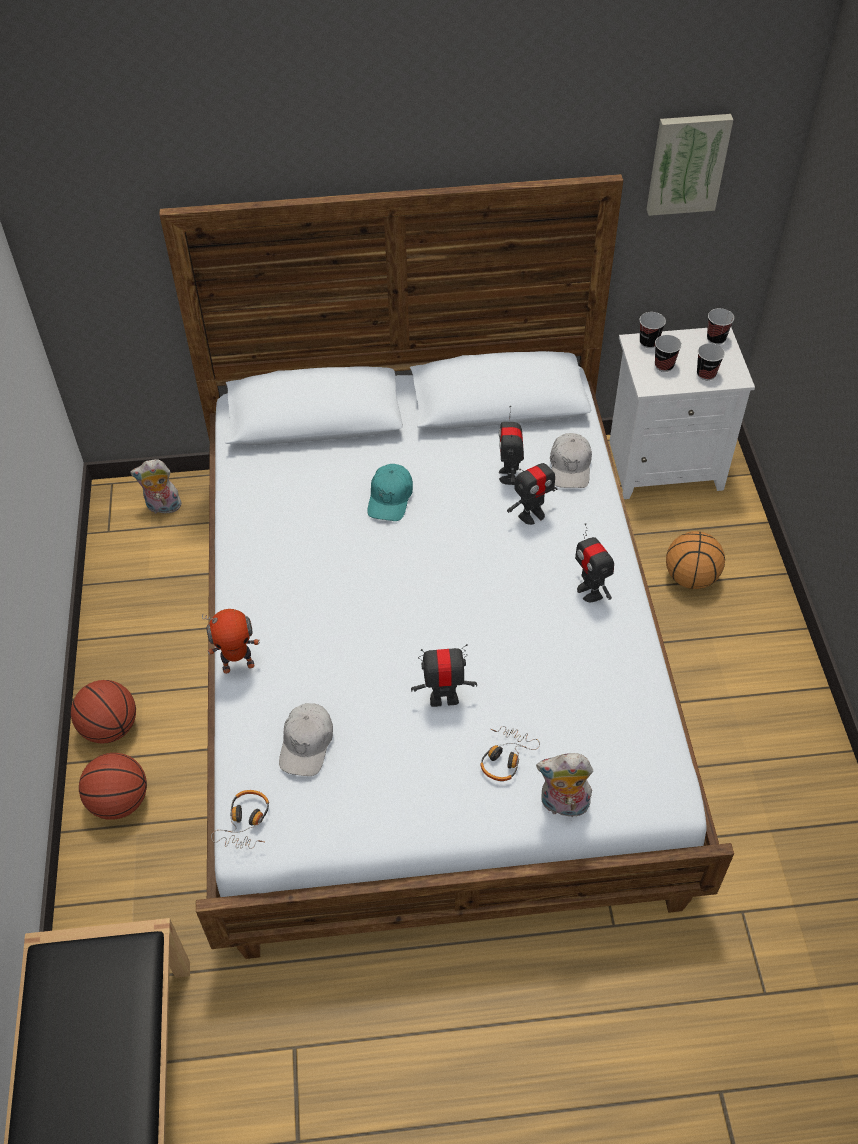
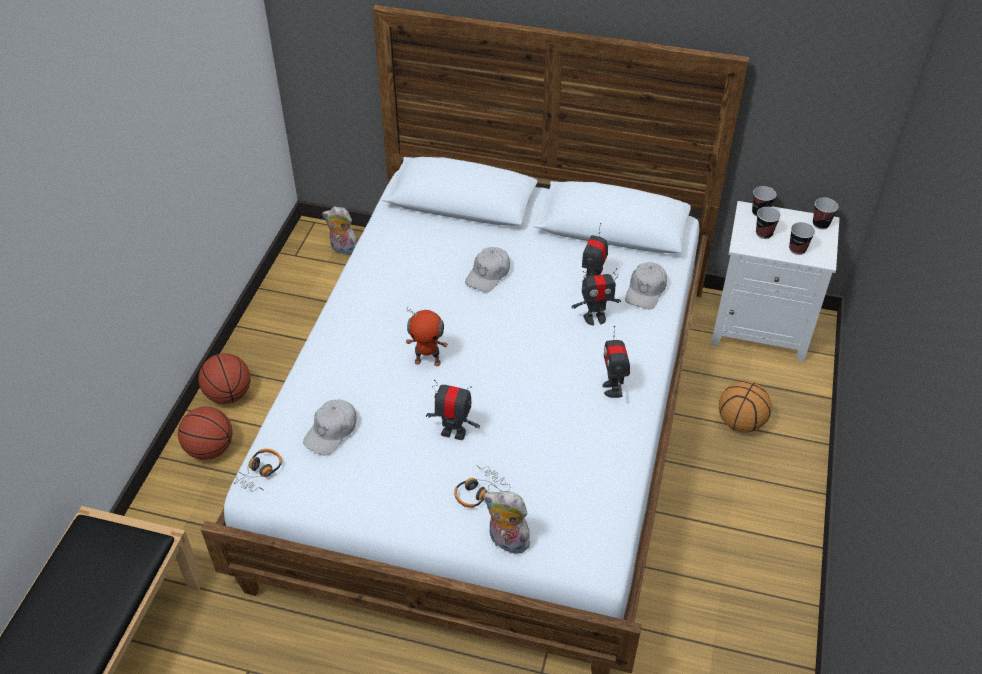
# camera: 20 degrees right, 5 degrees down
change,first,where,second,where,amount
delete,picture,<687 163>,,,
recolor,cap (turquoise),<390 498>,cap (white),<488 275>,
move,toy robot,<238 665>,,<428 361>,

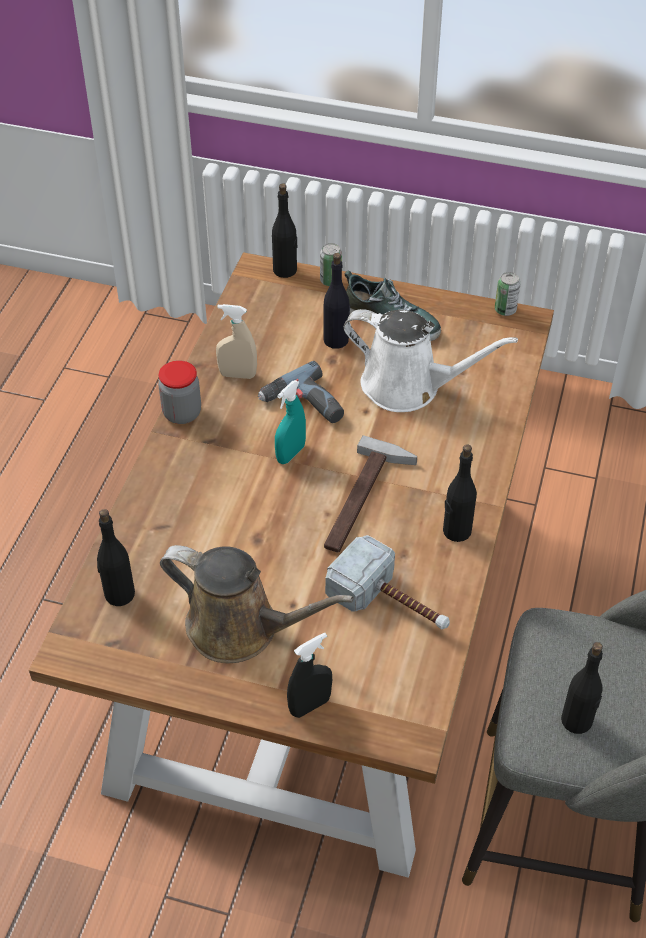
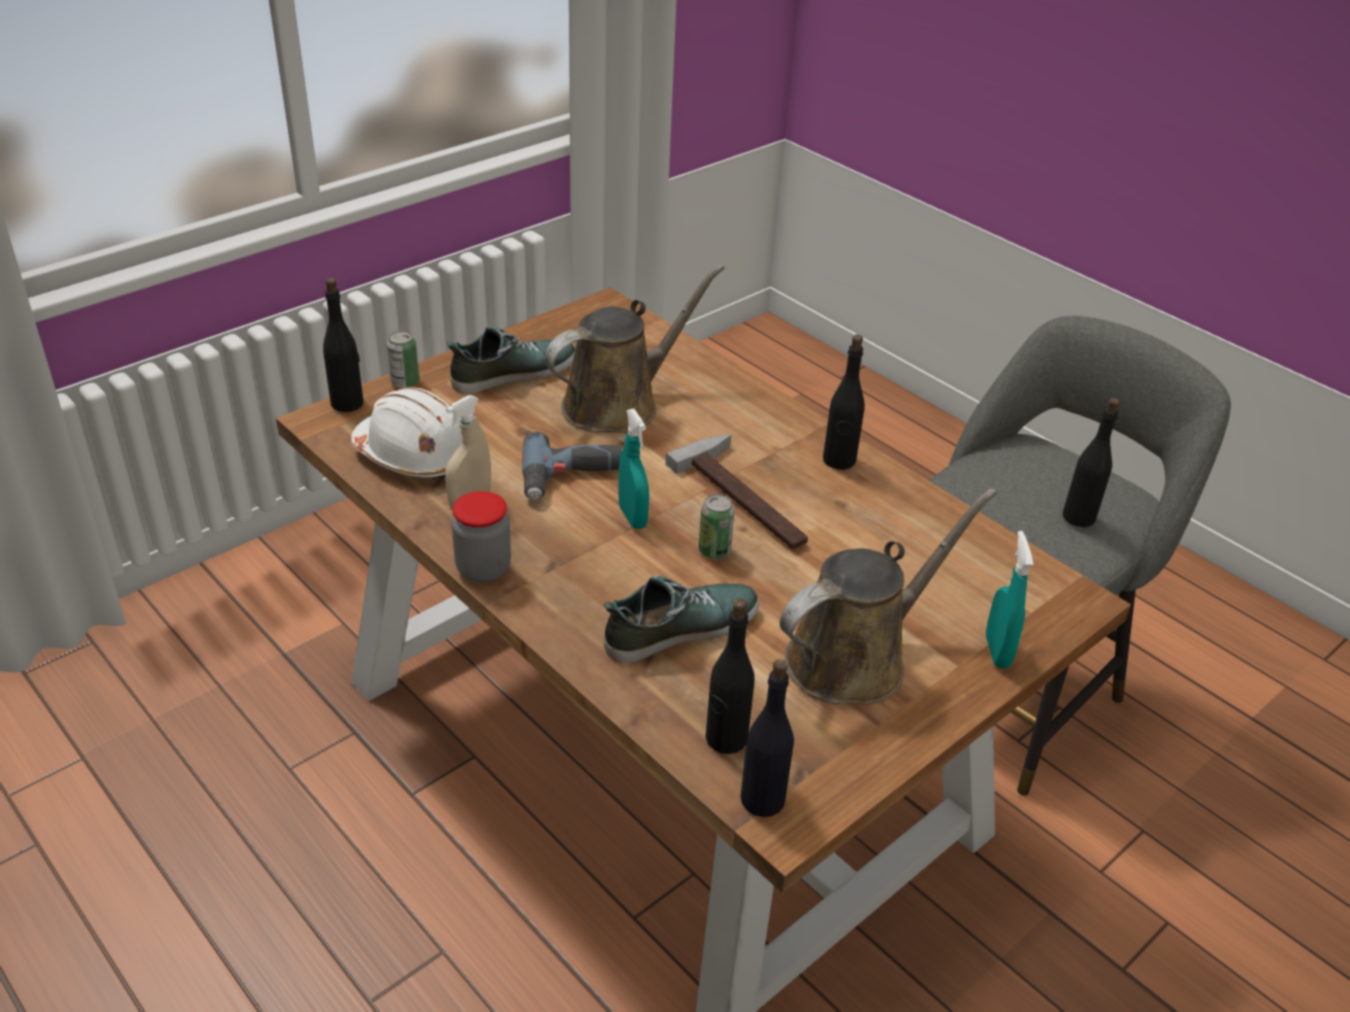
# camera: 60 degrees left, 10 degrees down
change,first,where,second,where,amount
move,bottle (black),<336 340>,,<763 799>,
move,can,<505 310>,,<714 551>,
recolor,watering can (white),<408 386>,watering can (brown),<618 404>,
delete,hammer,<391 604>,,,
recolor,spray bottle (black),<310 705>,spray bottle (turquoise),<997 651>,
insert,,,hard hat (white),<415 455>,
insert,,,shoe,<680 628>,

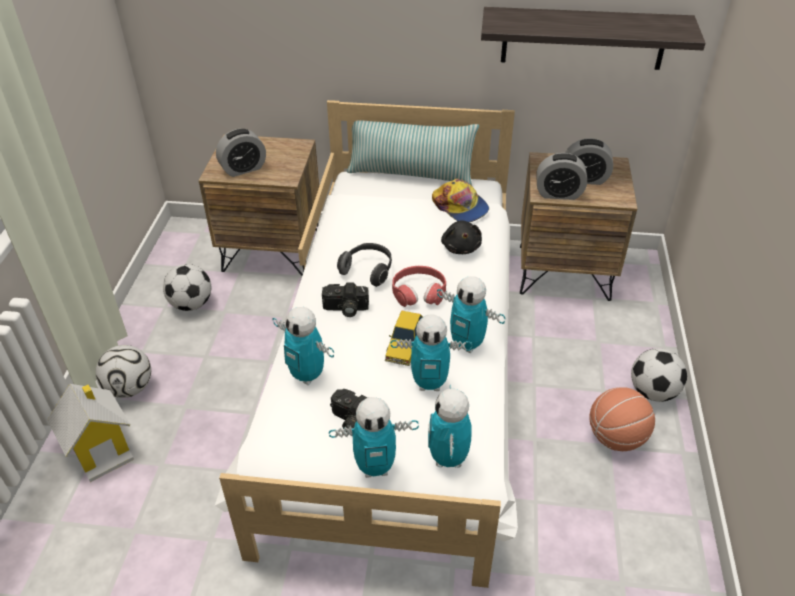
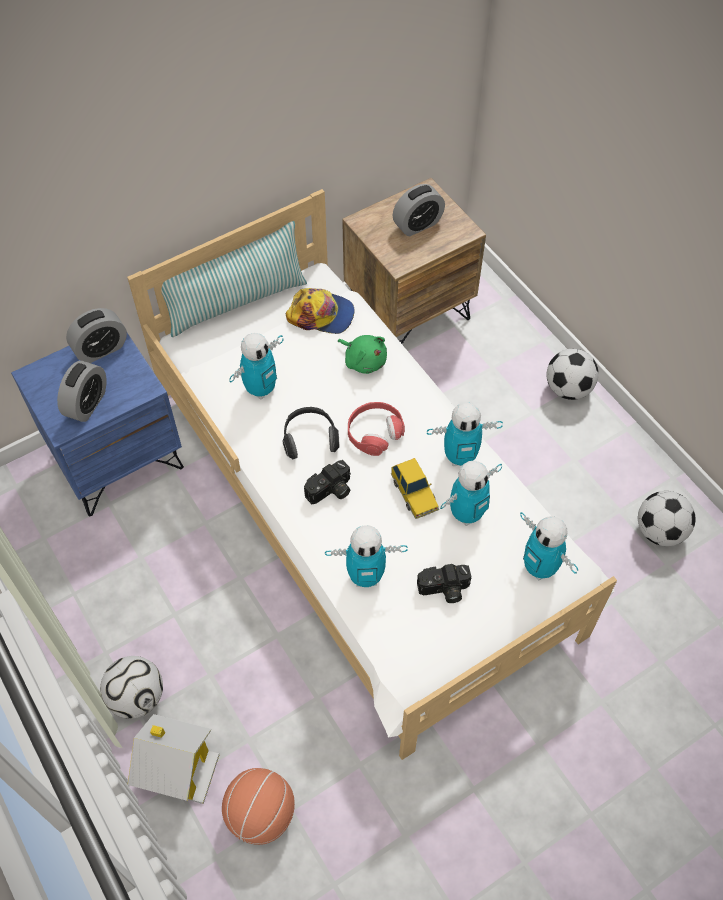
# camera: 40 degrees left, 15 degrees up
change,first,where,second,where,amount
delete,shelf,<583 38>,,,
recolor,nightstand (brown),<273 251>,nightstand (blue),<117 459>,
move,alarm clock,<558 194>,,<101 349>,
recolor,plush toy (black),<461 247>,plush toy (green),<364 361>,
move,football,<191 304>,,<659 531>,
move,basketball,<616 437>,,<261 813>,
move,toy robot,<375 467>,,<261 389>,

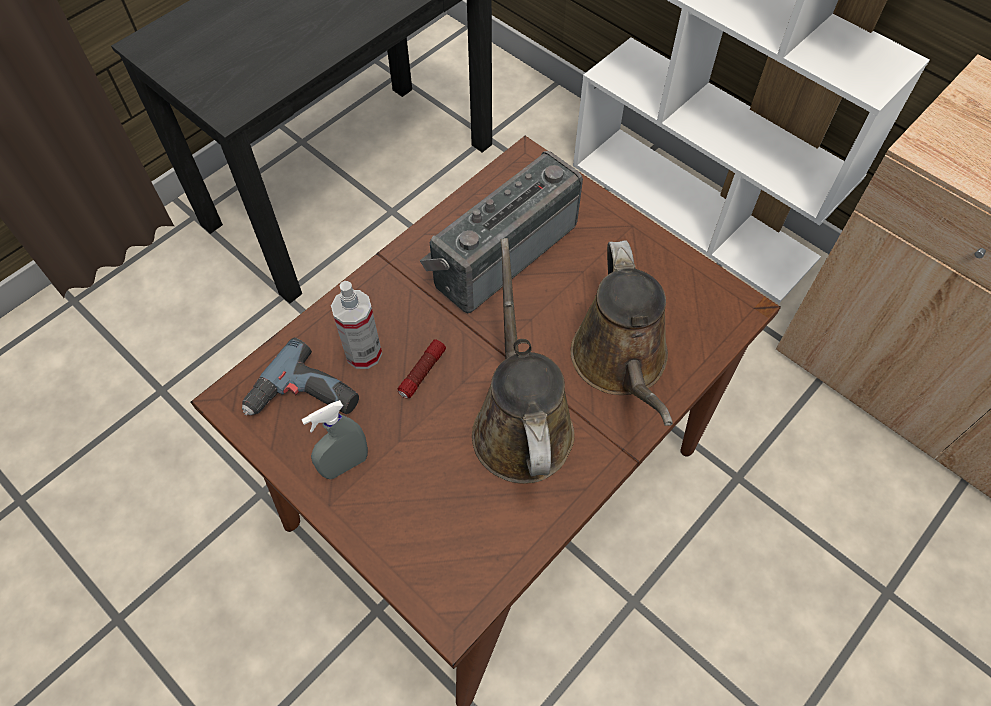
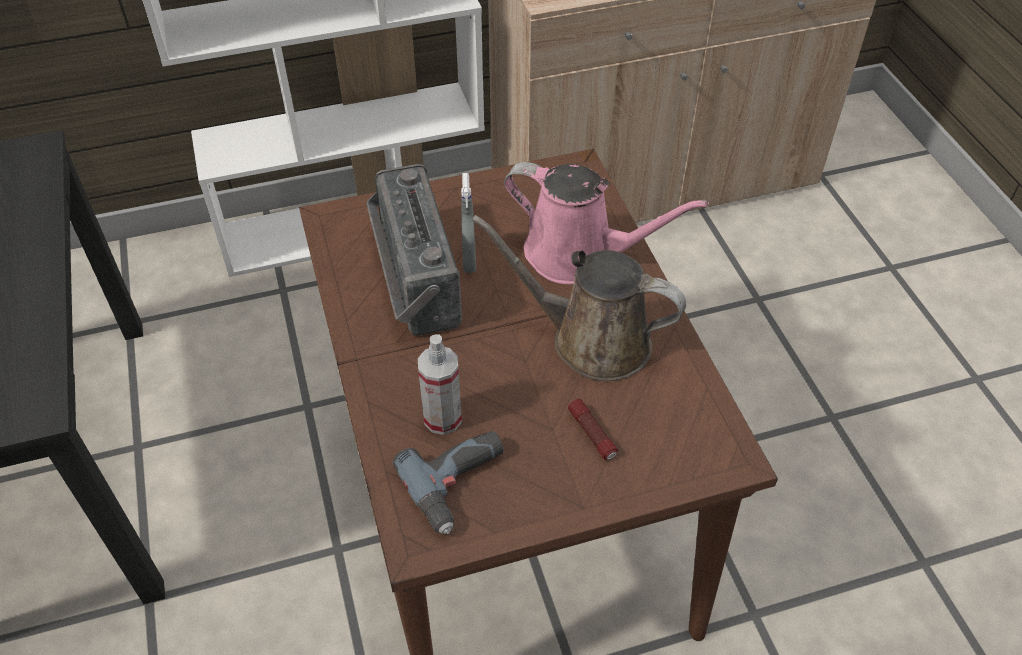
# camera: 60 degrees left, 10 degrees down
change,first,where,second,where,amount
recolor,watering can (brown),<621 363>,watering can (pink),<578 255>,
move,flashlight,<422 373>,,<592 434>,
move,spray bottle (grey),<345 465>,,<469 260>,

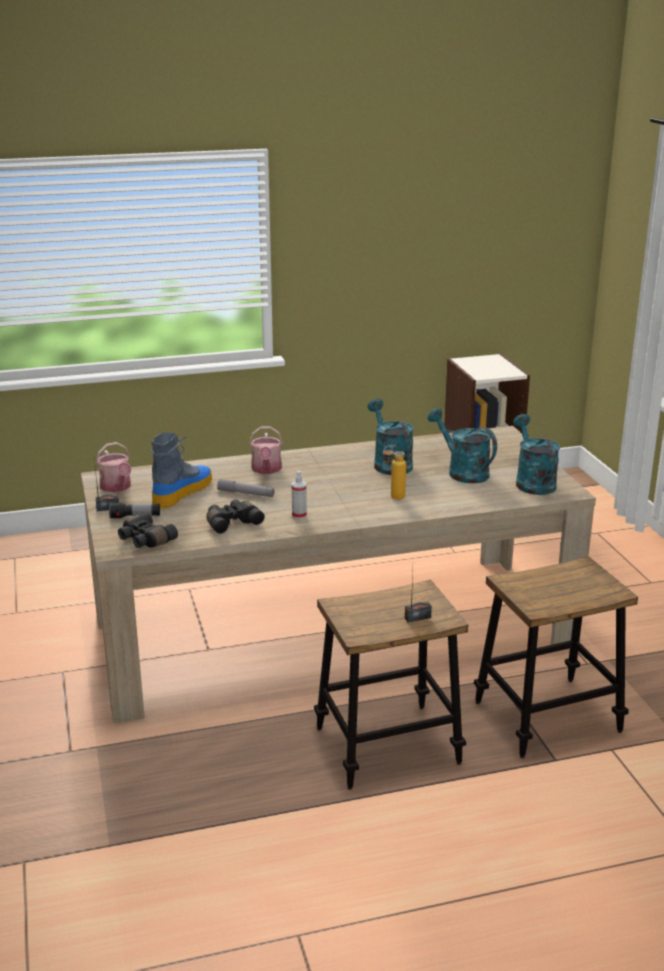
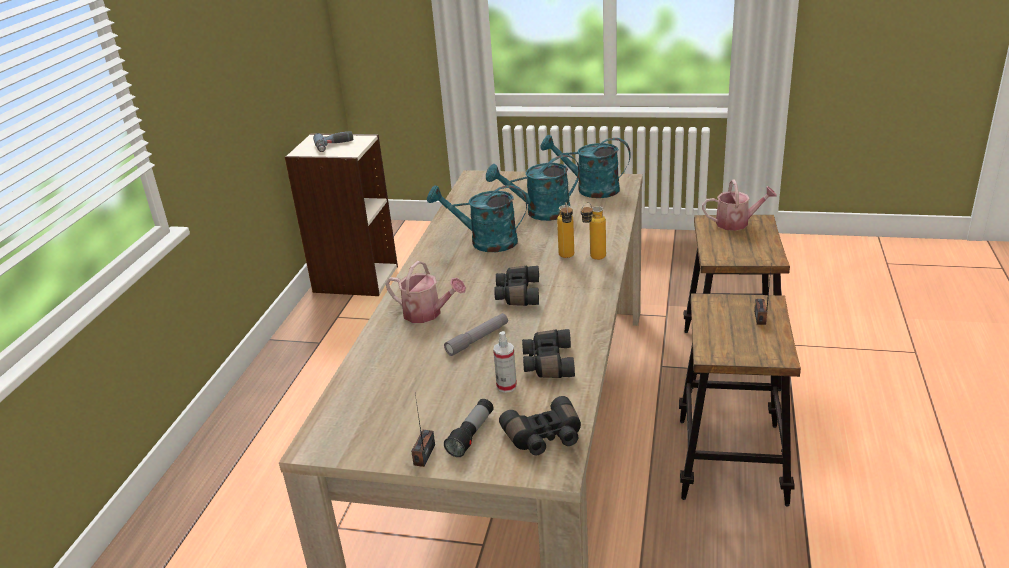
# camera: 60 degrees left, 5 degrees up
change,first,where,second,where,amount
delete,boot,<182 492>,,,
move,watering can,<117 487>,,<737 223>,
move,spray bottle,<299 515>,,<506 386>,
insert,,,power drill,<335 145>,
insert,,,bottle,<593 259>,
insert,,,binoculars (black),<517 294>,

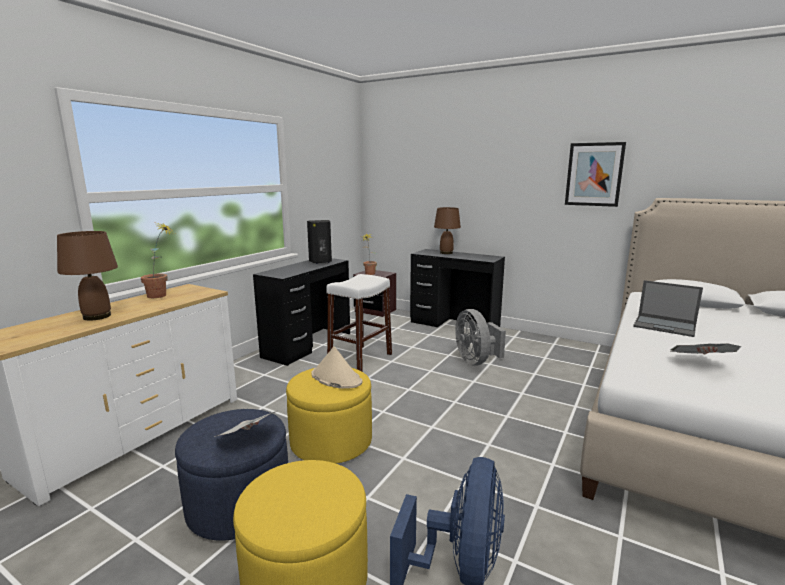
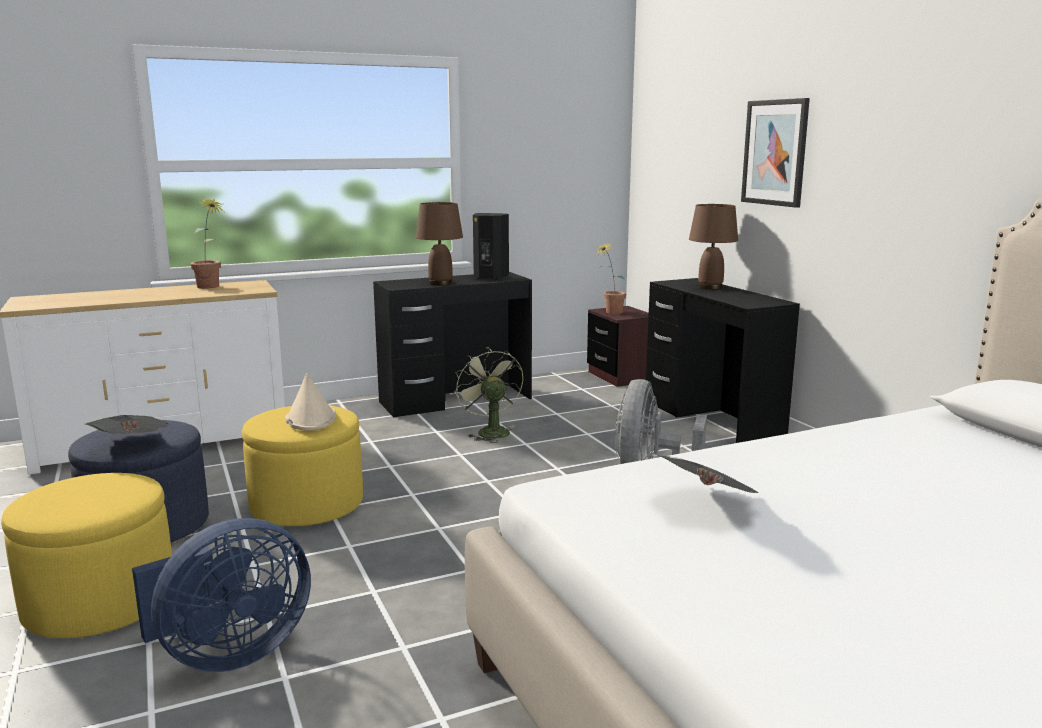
# camera: 35 degrees right, 0 degrees up
change,first,where,second,where,amount
move,picture,<594 174>,,<775 152>,
move,table lamp (brown),<97 317>,,<440 283>,
replace,stool (white),<360 359>,fan (green),<489 431>,
delete,laptop,<665 326>,,,

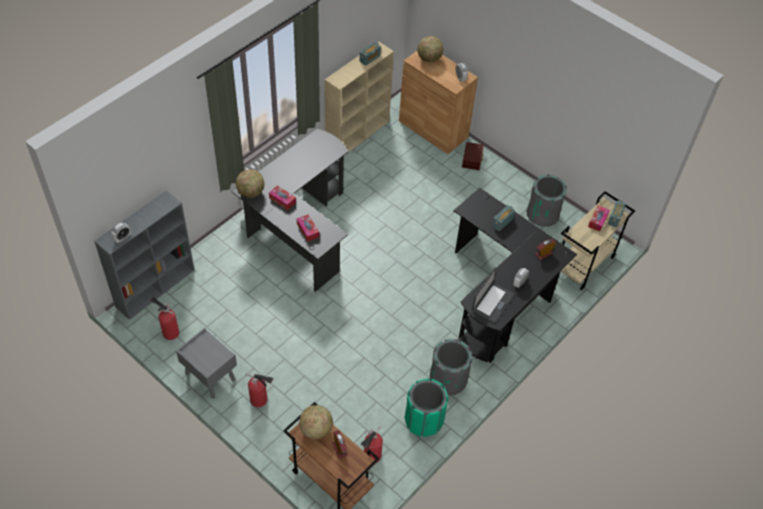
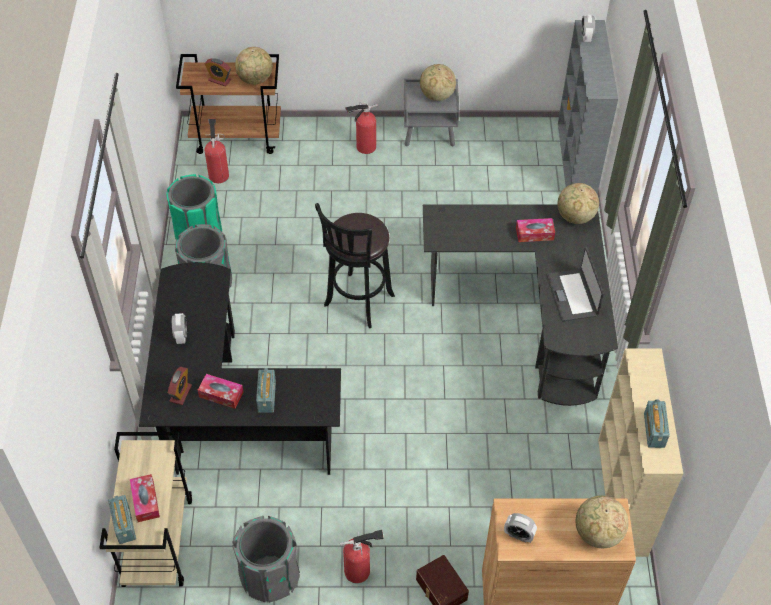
# camera: 140 degrees right, 0 degrees up
change,first,where,second,where,amount
move,tissue box,<307 230>,,<221 394>,
move,laptop,<492 302>,,<573 295>,
move,fire extinguisher,<169 332>,,<360 571>,
insert,,,globe,<436 96>,
insert,,,stool (black),<357 303>,

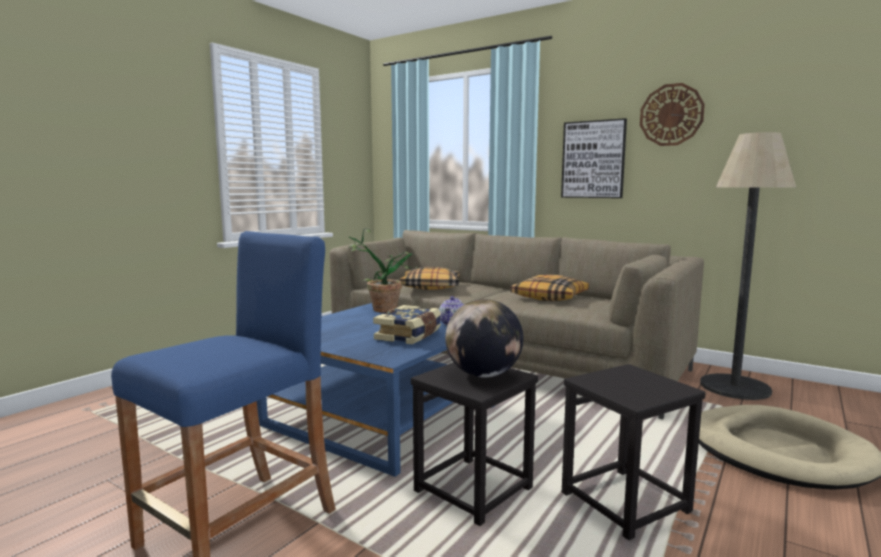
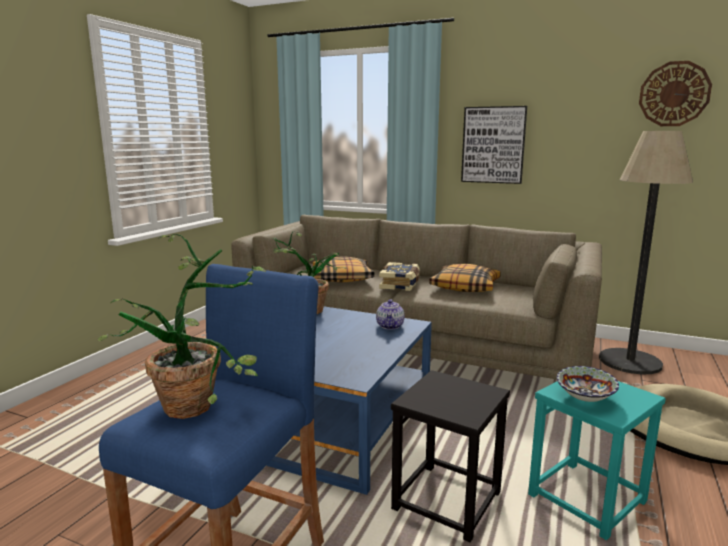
# camera: 10 degrees left, 5 degrees up
change,first,where,second,where,amount
move,wall clock,<671 115>,,<674 94>,
delete,globe,<483 375>,,,
move,book,<409 335>,,<400 284>,
recolor,stool (black),<625 502>,stool (turquoise),<587 499>,
insert,,,potted plant,<201 403>,
insert,,,bowl,<586 398>,

